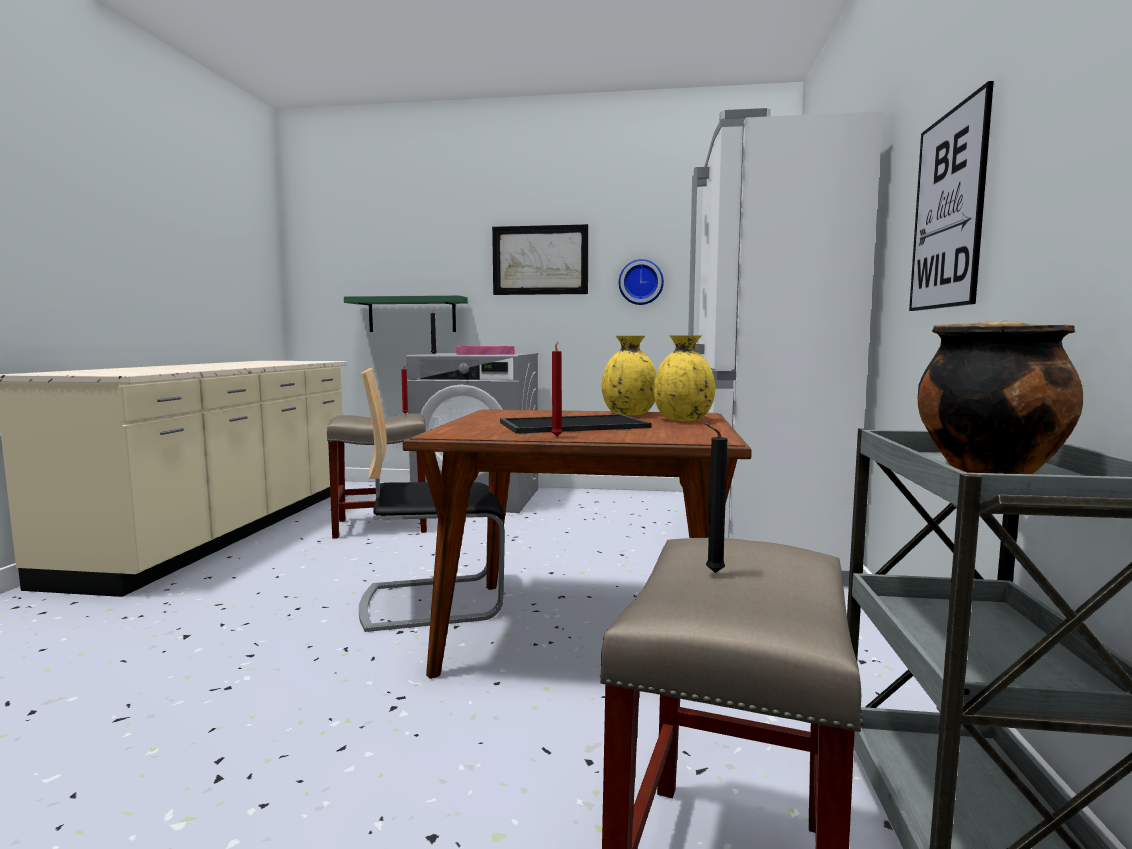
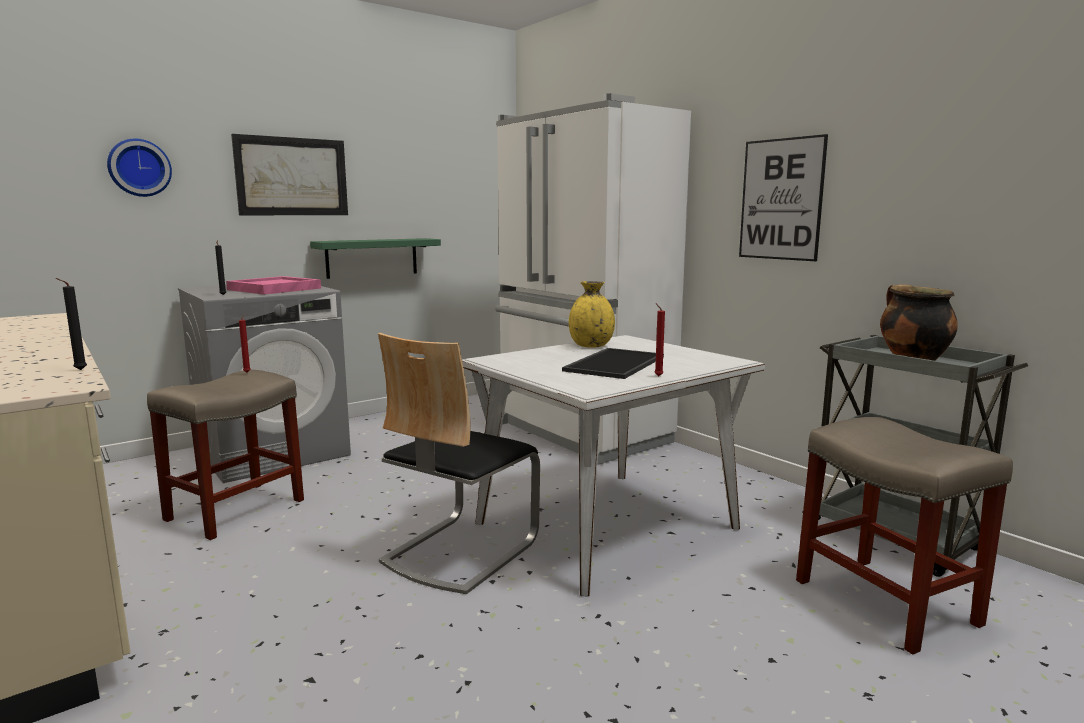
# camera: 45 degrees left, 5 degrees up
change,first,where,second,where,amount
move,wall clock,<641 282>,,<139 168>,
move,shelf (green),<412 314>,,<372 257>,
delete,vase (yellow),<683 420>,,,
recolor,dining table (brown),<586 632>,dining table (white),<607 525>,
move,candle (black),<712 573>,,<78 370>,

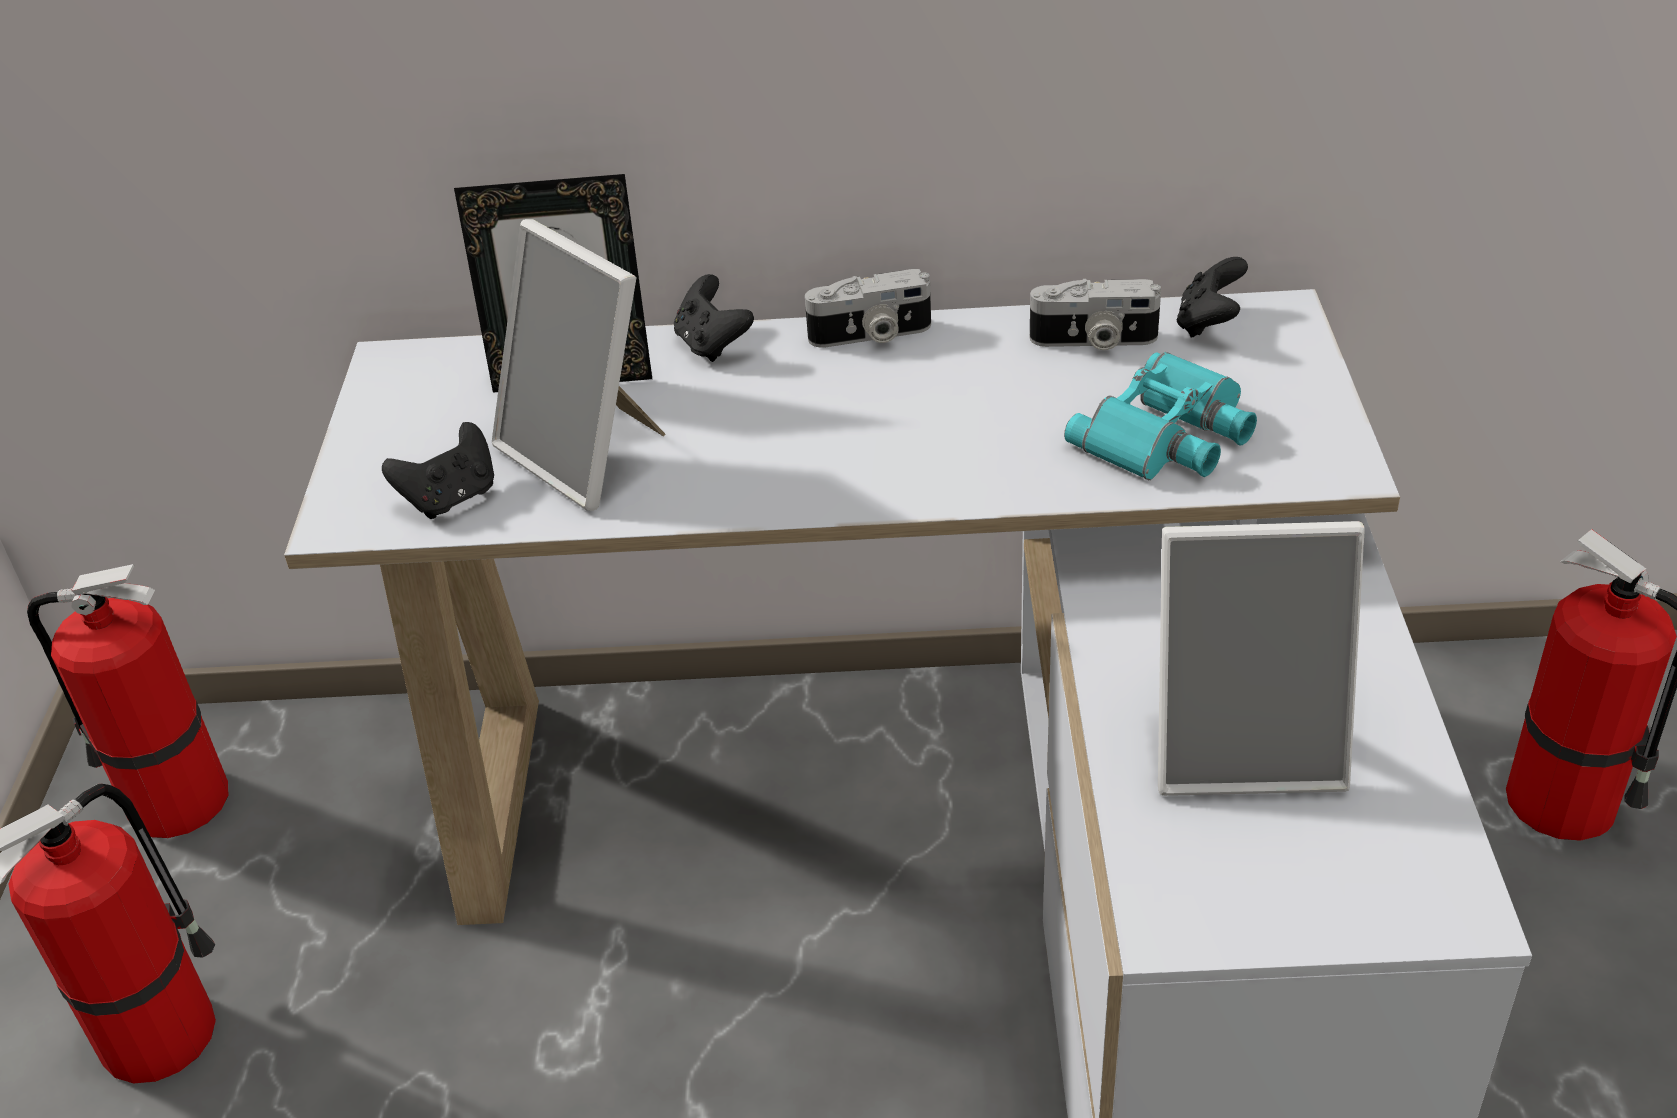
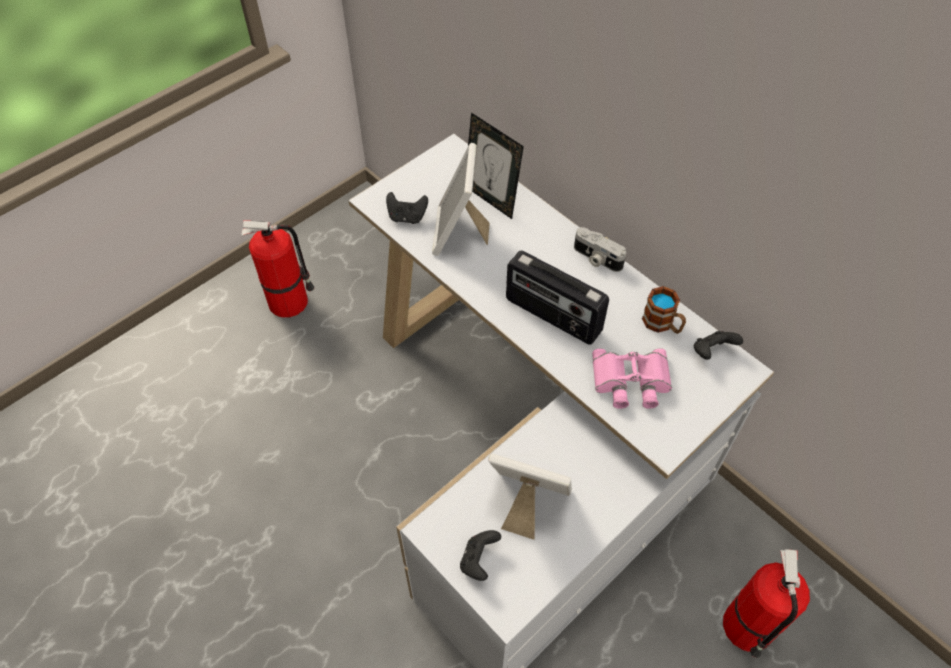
# camera: 45 degrees right, 15 degrees up
change,first,where,second,where,amount
move,game controller (black),<712 344>,,<478 560>,
replace,photo camera,<1093 341>,mug,<662 324>,
recolor,binoculars (turquoise),<1169 435>,binoculars (pink),<630 382>,
rotate,picture frame,<1245 745>,,<526 503>,150 degrees clockwise
delete,fire extinguisher,<172 800>,,,
insert,,,radio,<552 316>,

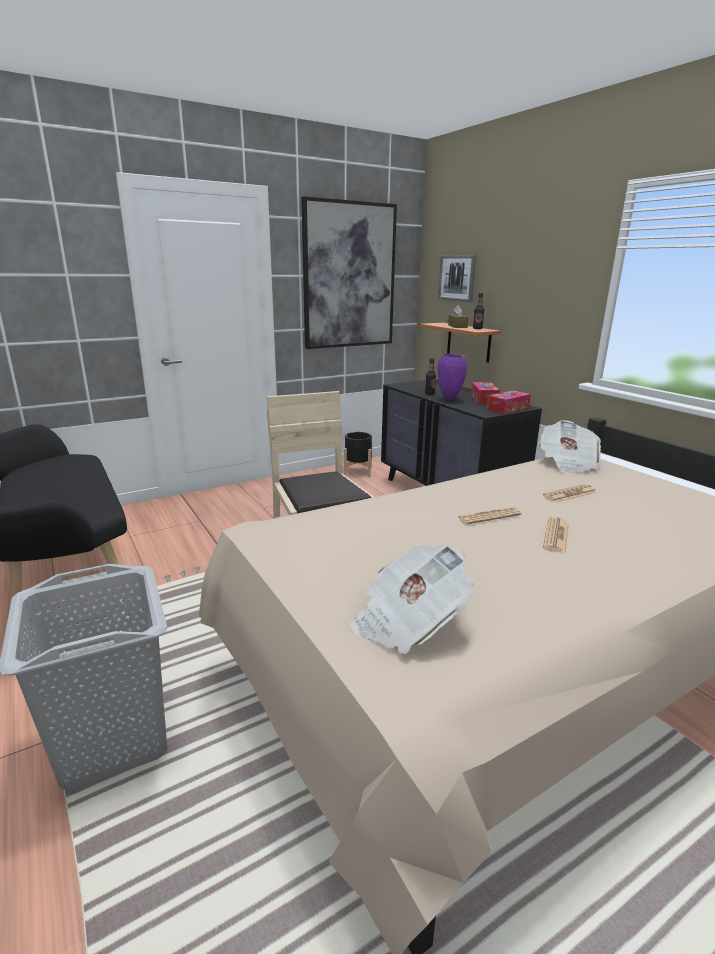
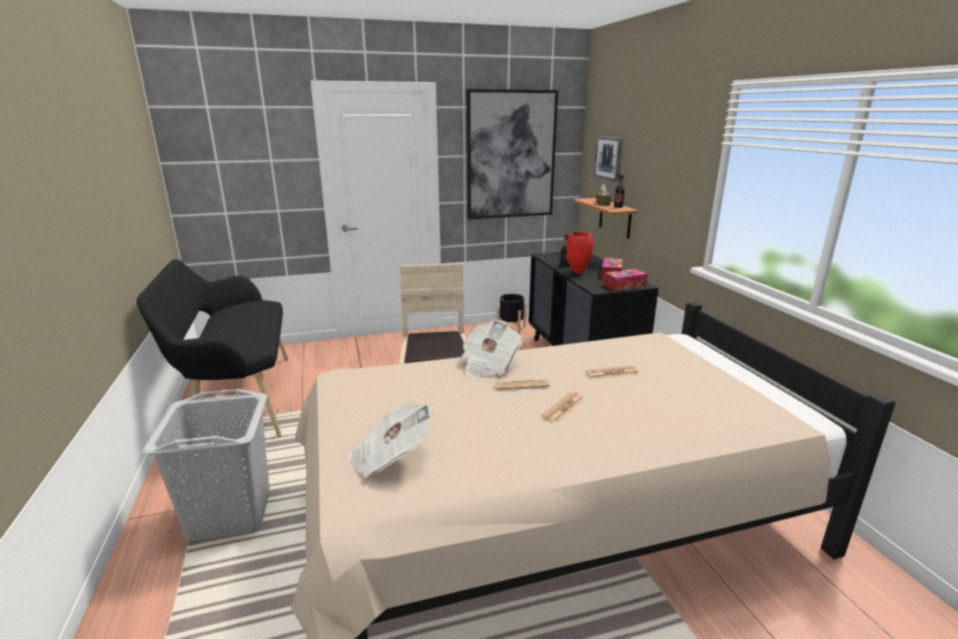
# camera: 15 degrees right, 0 degrees up
change,first,where,second,where,amount
recolor,vase (purple),<450 399>,vase (red),<578 273>,
move,newspaper,<567 463>,,<489 364>,

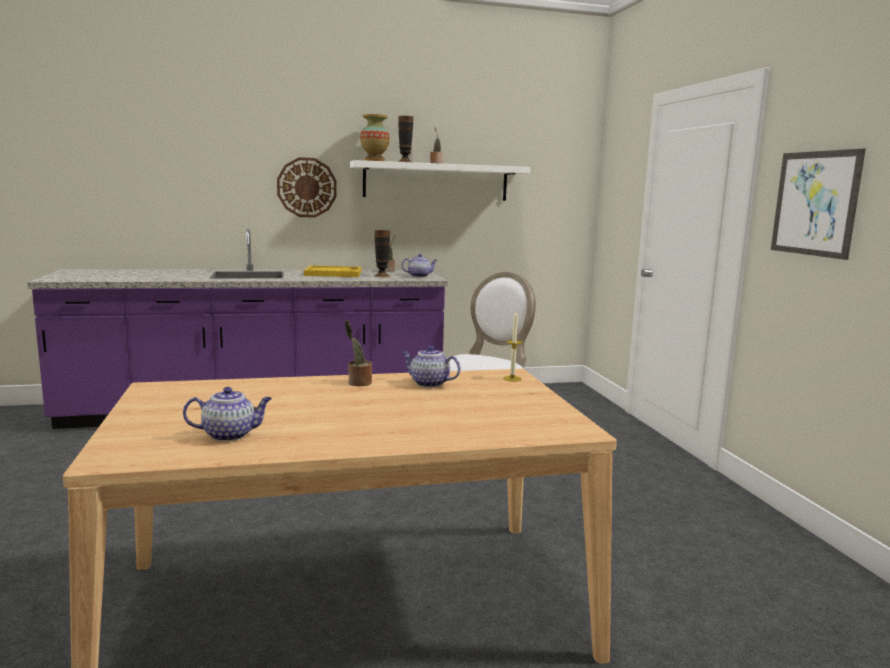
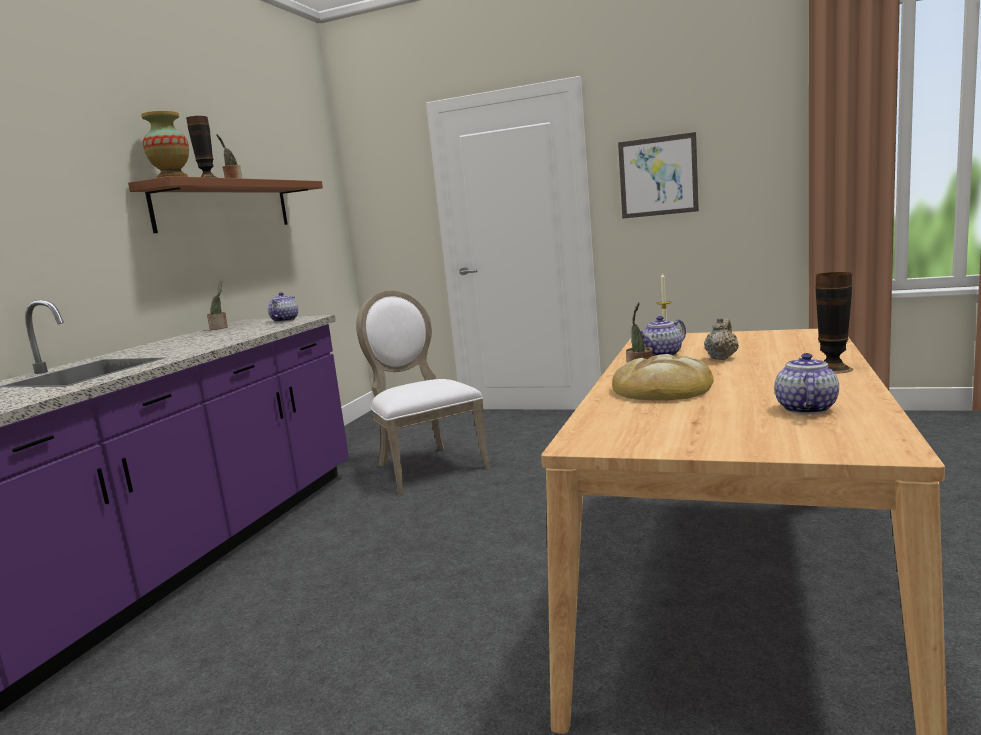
# camera: 55 degrees left, 0 degrees up
change,first,where,second,where,amount
delete,wall clock,<307 187>,,,
recolor,shelf (white),<436 181>,shelf (brown),<224 206>,
move,vase,<382 276>,,<832 369>,
delete,tray (yellow),<333 273>,,,
insert,,,teapot (beige),<721 358>,
insert,,,bread,<663 388>,

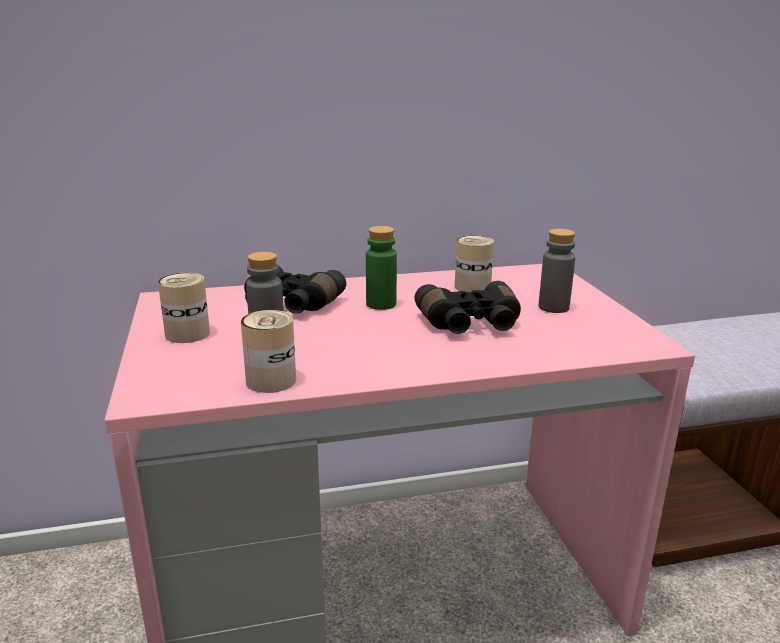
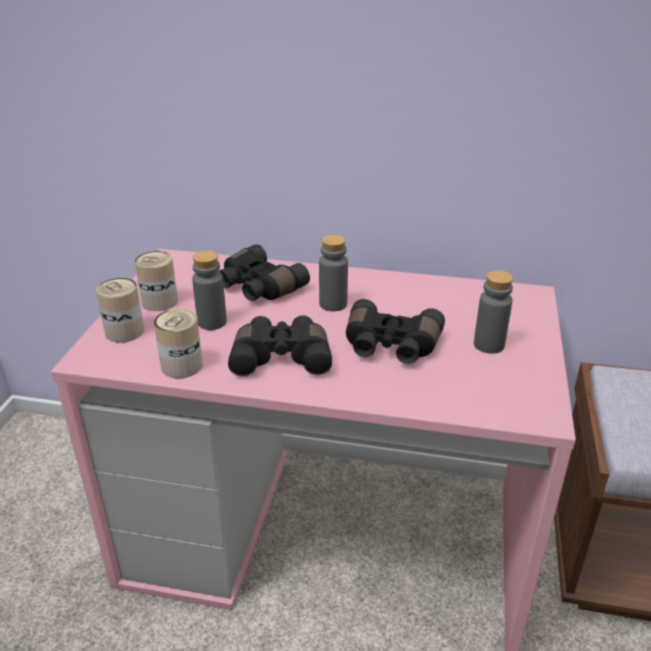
# camera: 25 degrees right, 10 degrees up
change,first,where,second,where,amount
recolor,bottle (green),<381 304>,bottle (grey),<333 304>,
move,can,<472 287>,,<124 331>,
insert,,,binoculars (black),<282 357>,

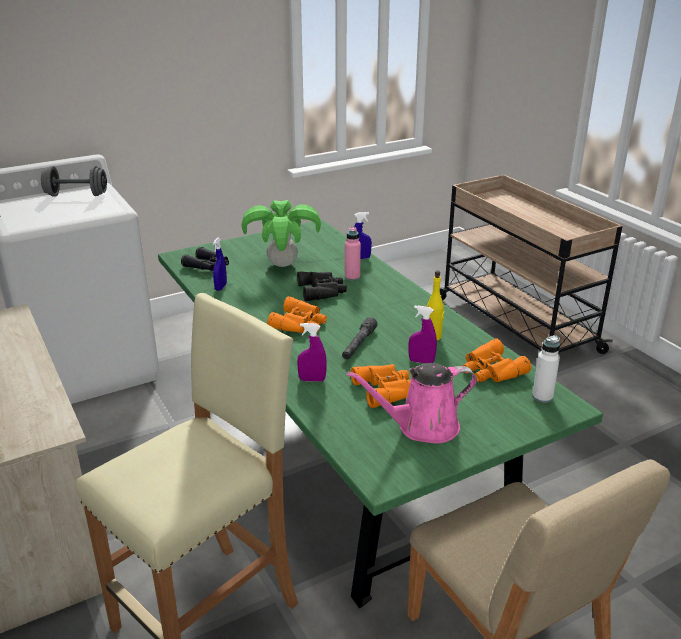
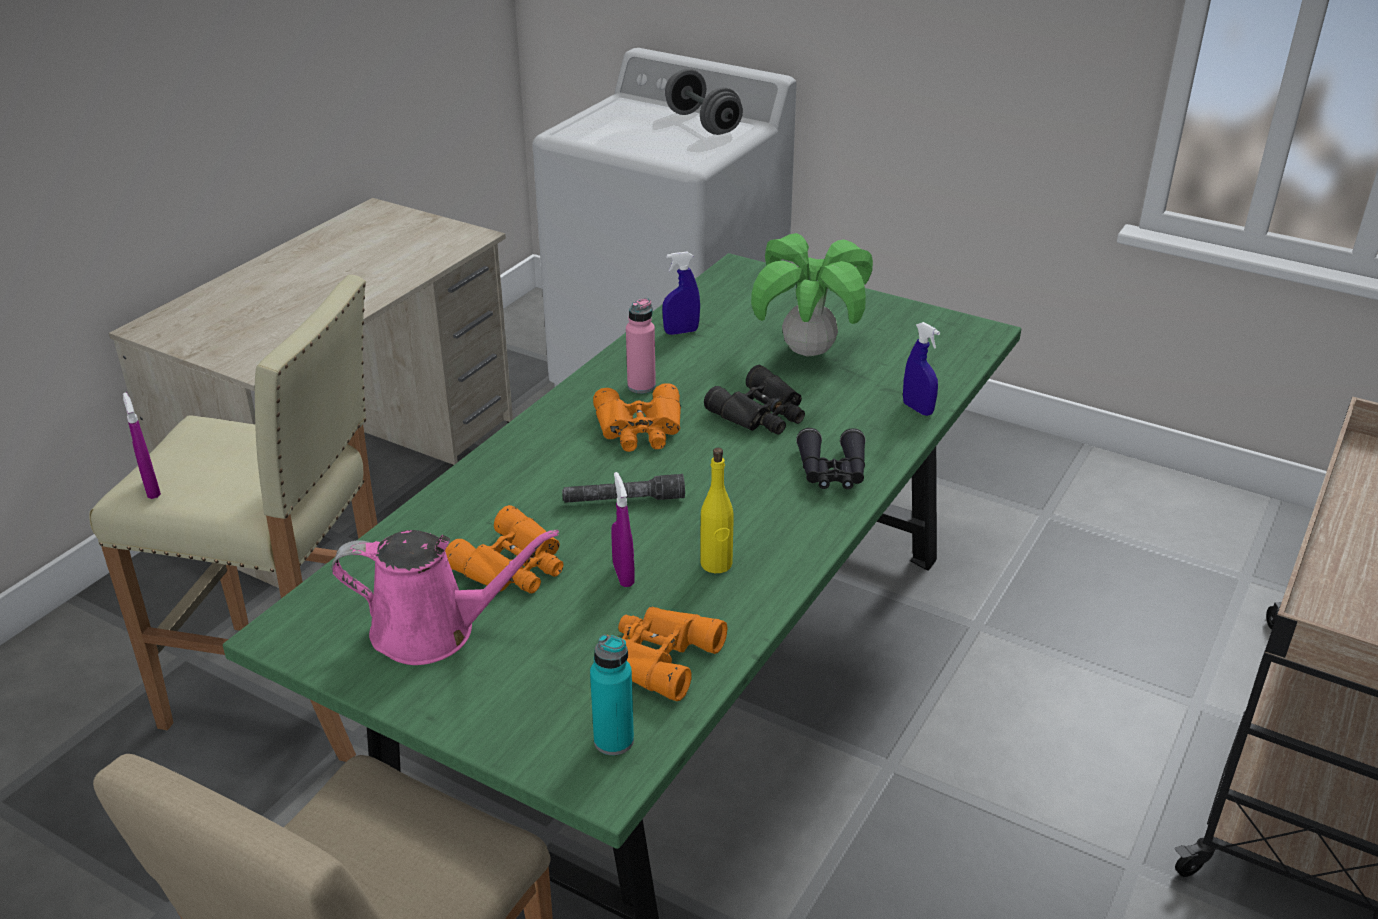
# camera: 60 degrees right, 5 degrees up
change,first,where,second,where,amount
move,bottle (pink),<352 277>,,<641 386>,
move,binoculars (black),<208 266>,,<832 472>,
move,spray bottle (purple),<312 380>,,<152 489>,
recolor,bottle (white),<542 397>,bottle (turquoise),<613 741>,
rotate,watering can (pink),<422 427>,,<434 630>,135 degrees clockwise

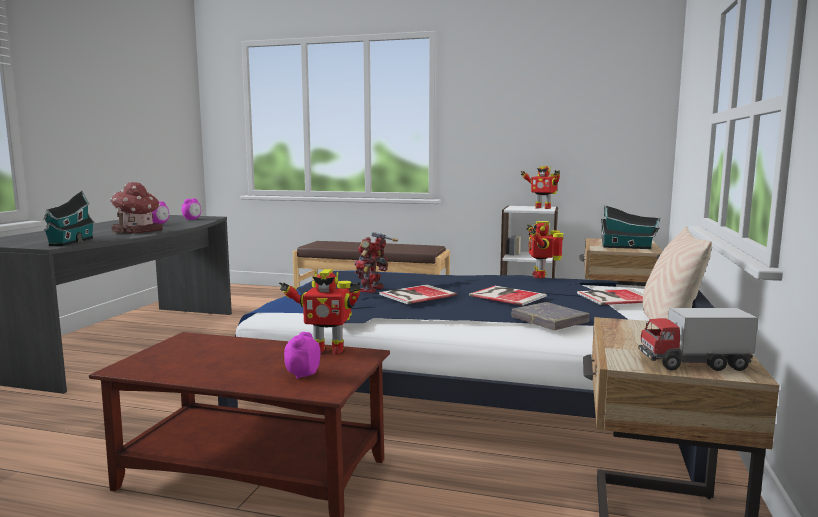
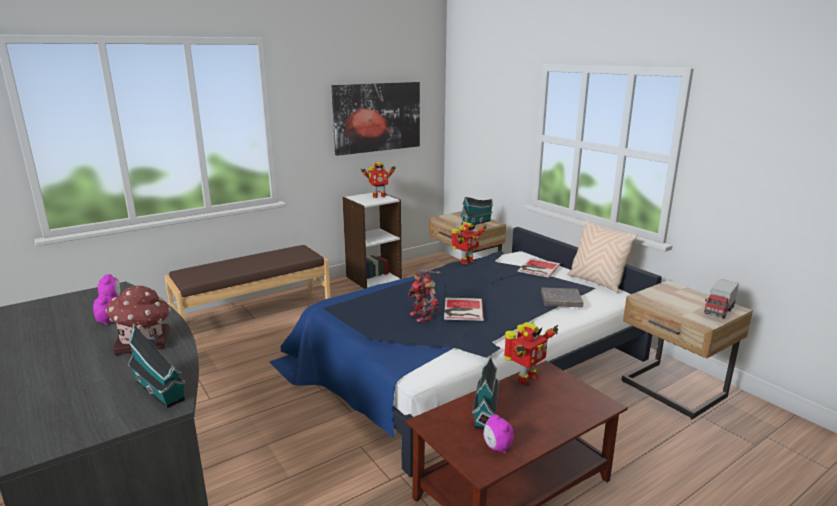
# camera: 50 degrees left, 10 degrees up
change,first,where,second,where,amount
rotate,toy robot,<540 276>,,<466 262>,90 degrees counterclockwise
delete,book,<506 295>,,,
move,alarm clock,<302 375>,,<497 447>,
insert,,,picture,<377 117>,
insert,,,toy house,<485 409>,

